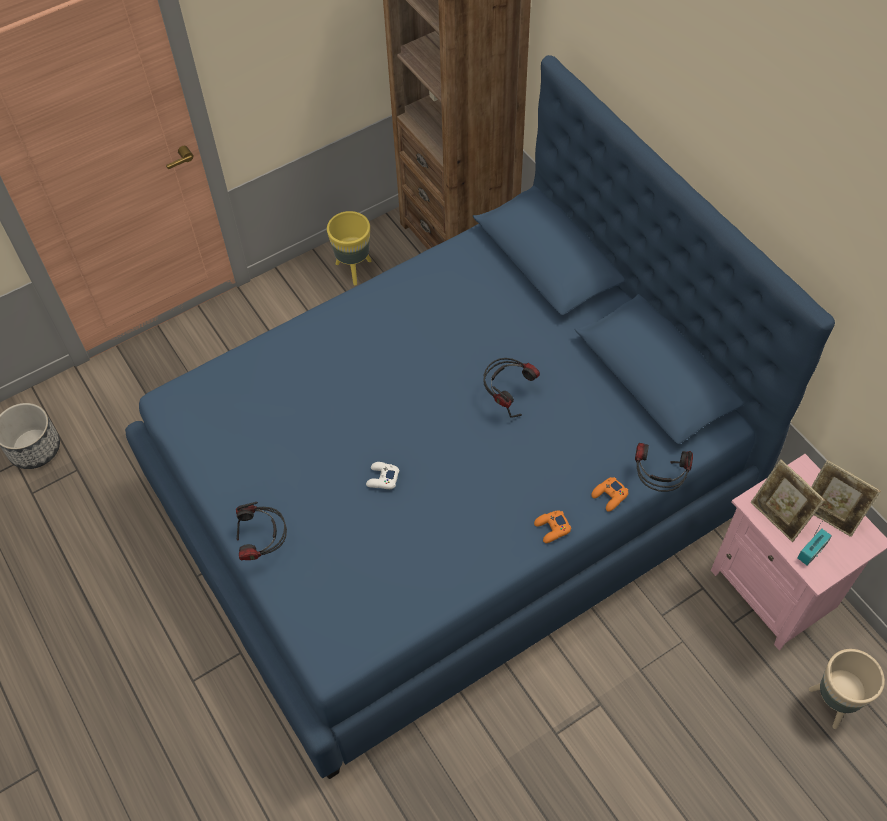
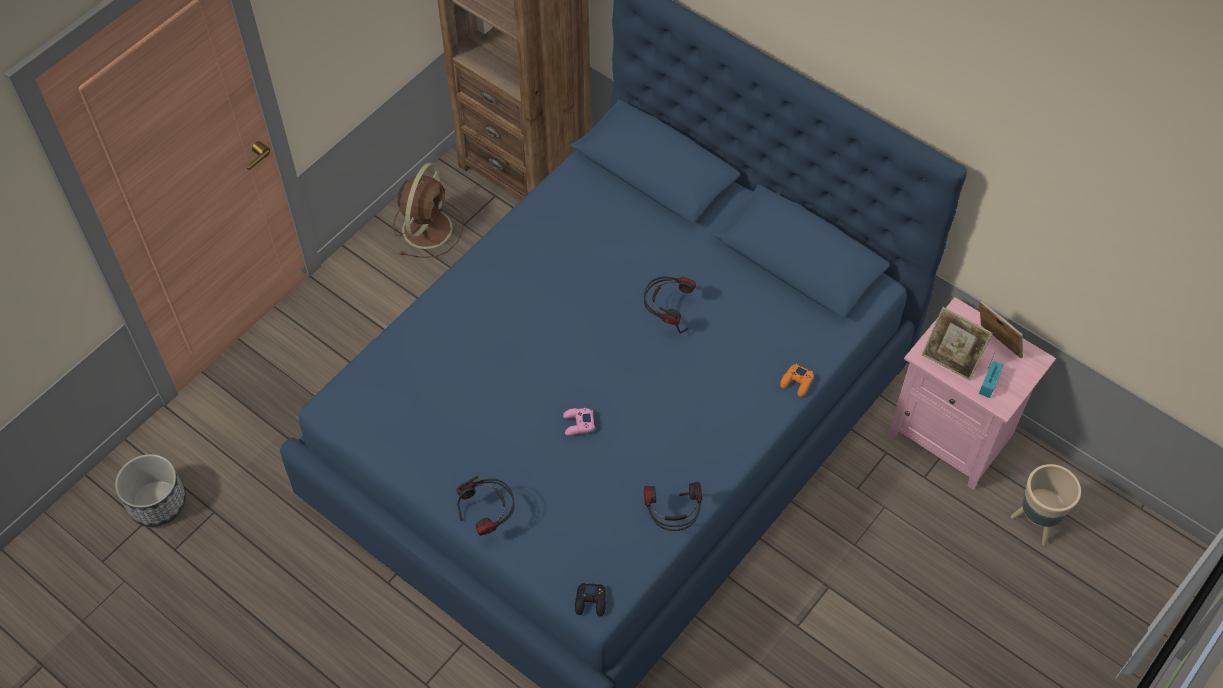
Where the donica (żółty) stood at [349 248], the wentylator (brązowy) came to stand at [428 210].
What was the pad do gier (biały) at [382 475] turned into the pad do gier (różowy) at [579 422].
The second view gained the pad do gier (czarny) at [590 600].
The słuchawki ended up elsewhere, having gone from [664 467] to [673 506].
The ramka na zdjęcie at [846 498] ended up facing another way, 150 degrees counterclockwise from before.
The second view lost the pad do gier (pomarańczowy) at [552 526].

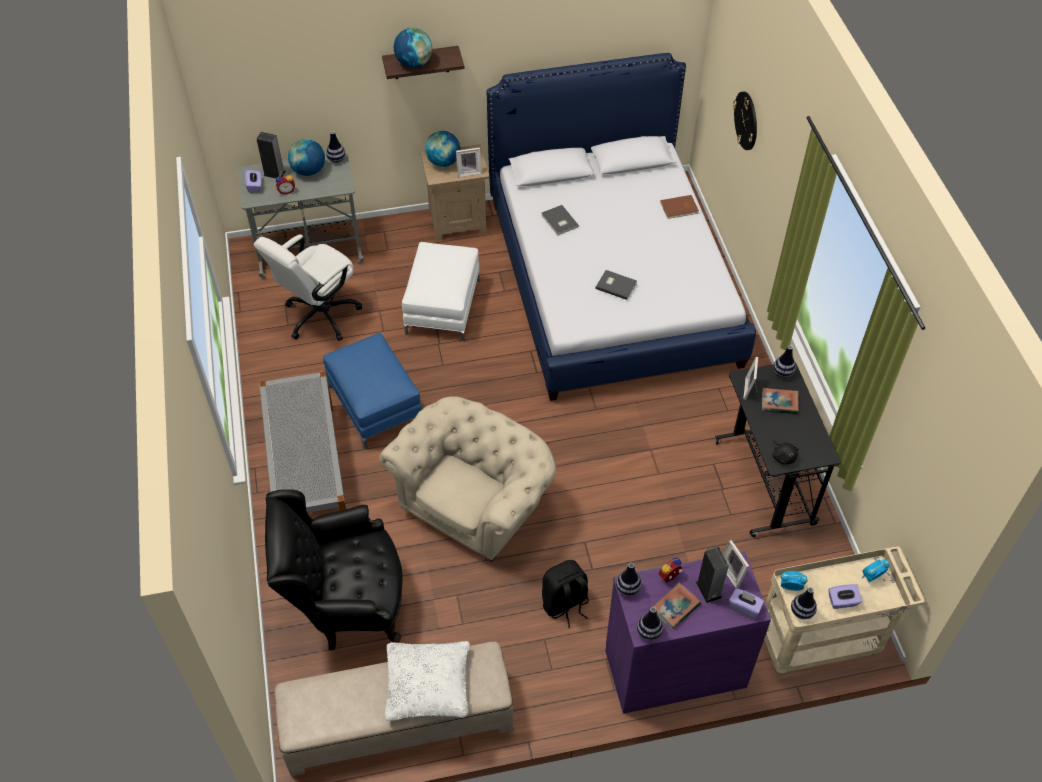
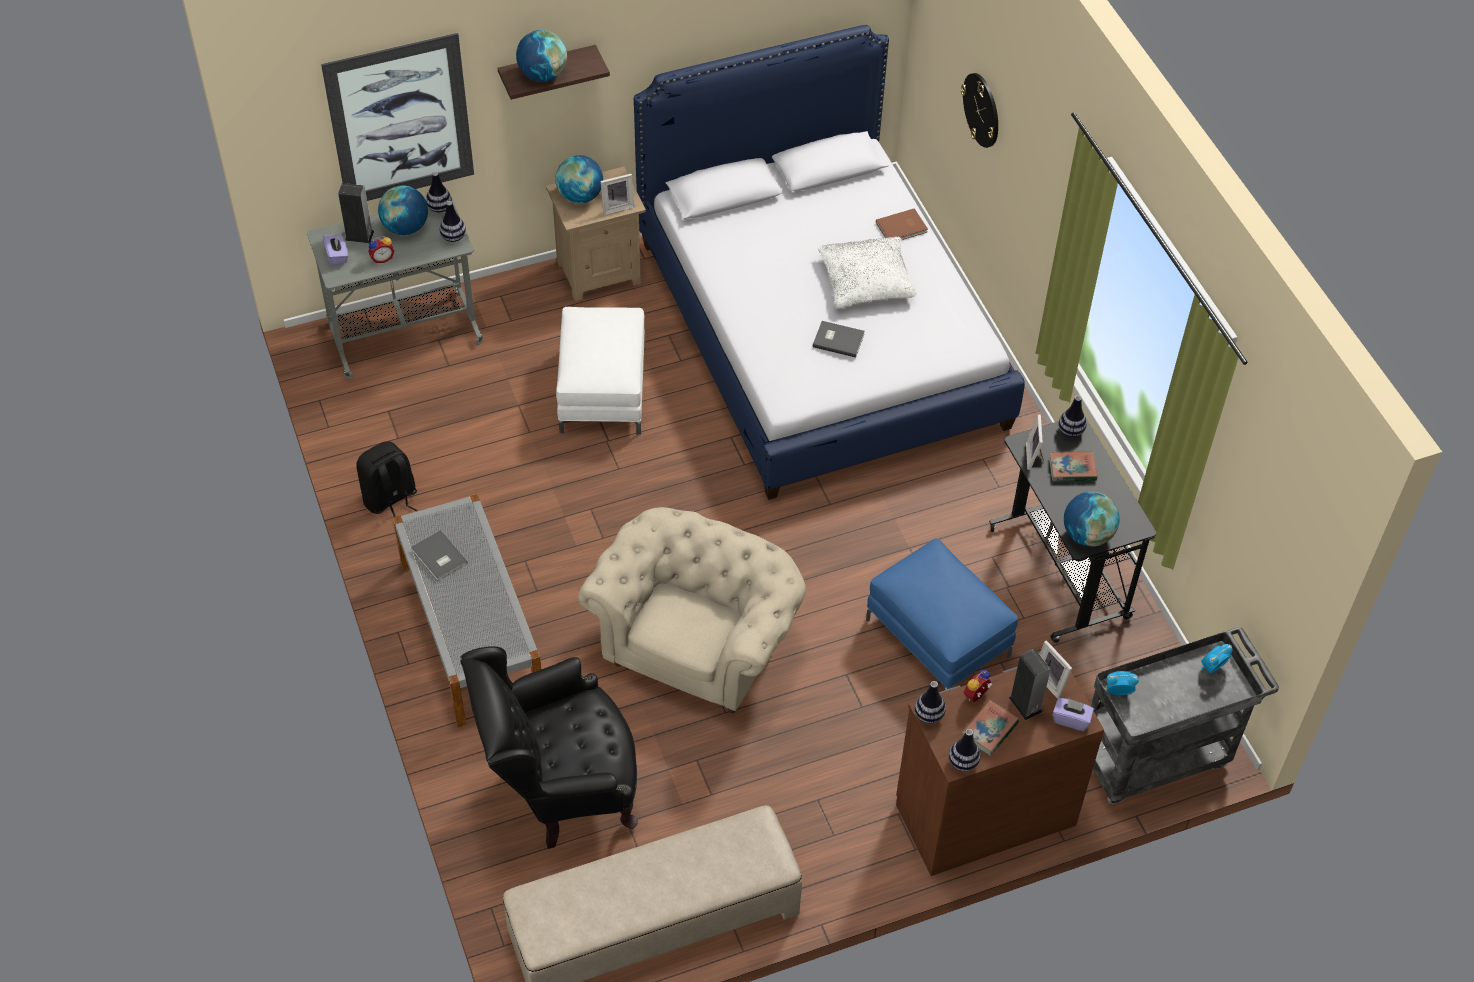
The second view gained the obraz at [397 117].
The plecak (czarny) ended up elsewhere, having gone from [565 594] to [387 479].
The książka (szary) ended up elsewhere, having gone from [560 220] to [439 555].
The wazon ended up elsewhere, having gone from [804 603] to [453 221].
The poduszka (biały) ended up elsewhere, having gone from [427 681] to [867 272].
The pufa (niebieski) ended up elsewhere, having gone from [372 391] to [942 614].
What was the komoda (fioletowy) at [688 633] turned into the komoda (brązowy) at [1000 765].
Where the pluszak (czarny) stood at [785 452], the globus came to stand at [1092 519].
What was the wózek (beżowy) at [844 610] turned into the wózek (czarny) at [1185 715].
The second view lost the krzesło biurowe (biały) at [308 287].
The second view lost the pudełko chusteczek (fioletowy) at [845 596].

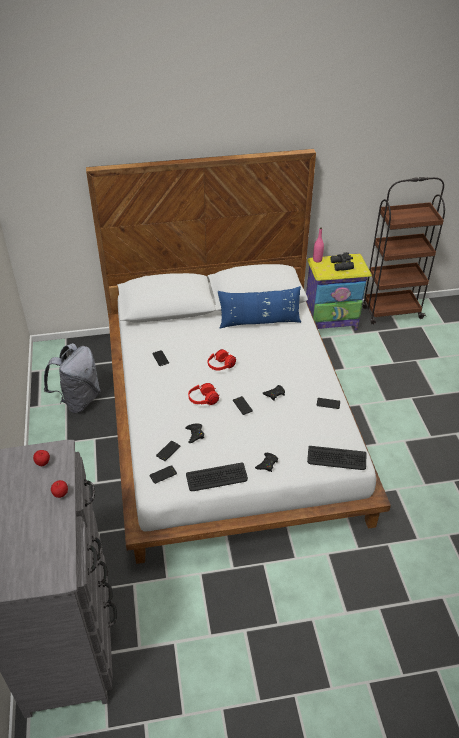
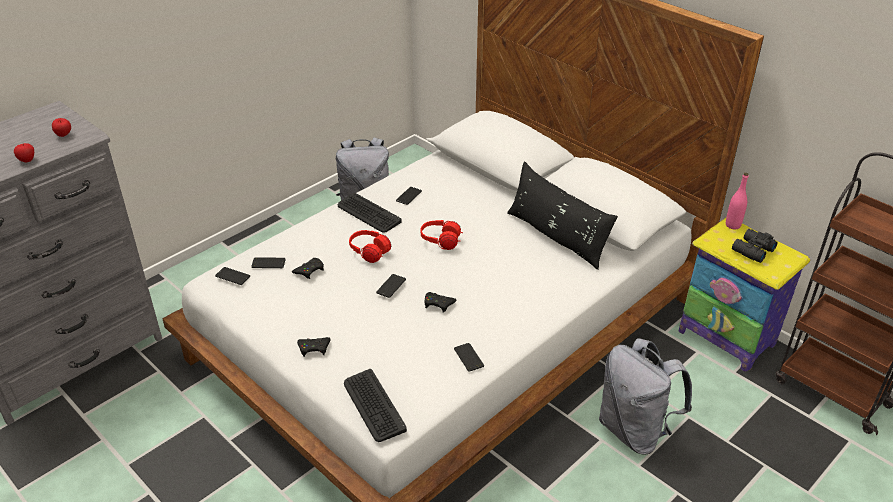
The klawiatura ended up elsewhere, having gone from [217 477] to [370 213].
What was the poduszka (niebieski) at [259 307] turned into the poduszka (czarny) at [562 215].
The second view gained the plecak (szary) at [645 396].

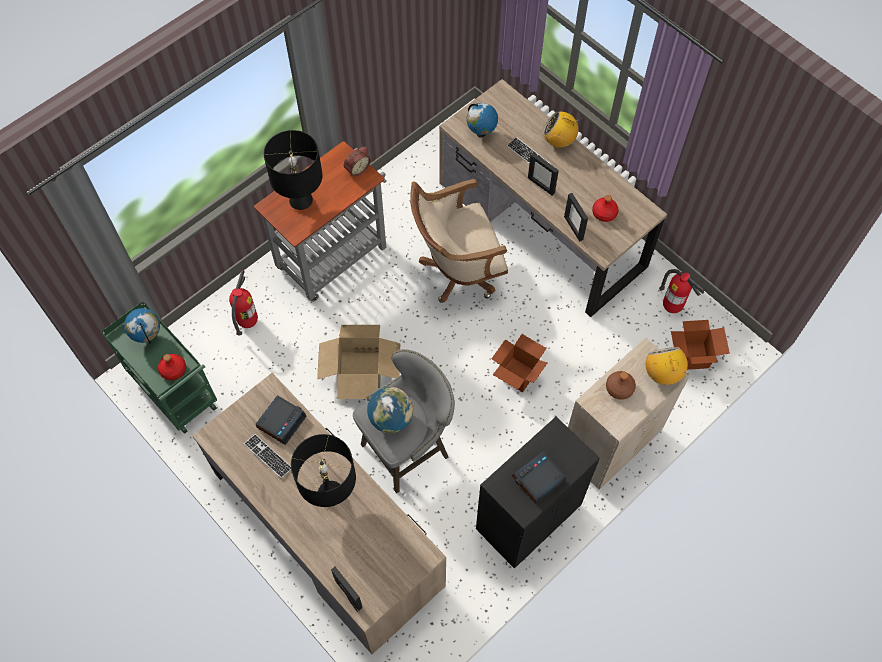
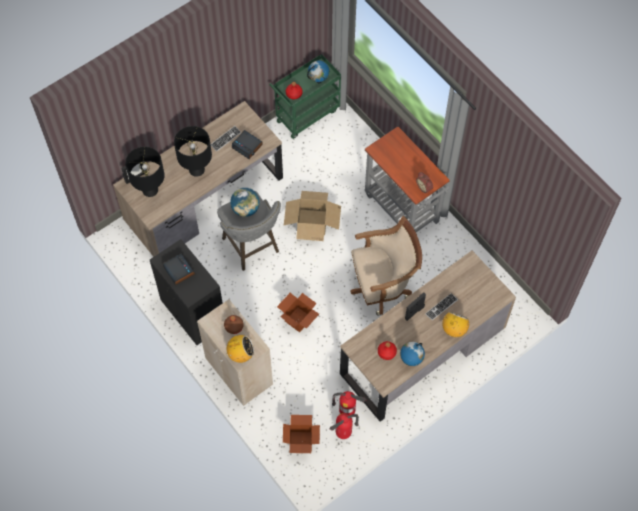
The lampa stołowa (czarny) ended up elsewhere, having gone from [293 170] to [145 172].
The gaśnica ended up elsewhere, having gone from [243 303] to [349 403].
The krzesło biurowe at [459 241] ended up facing another way, 90 degrees clockwise from before.
The globus ended up elsewhere, having gone from [482 120] to [412 354].
The second view lost the ramka na zdjęcie at [576 217].

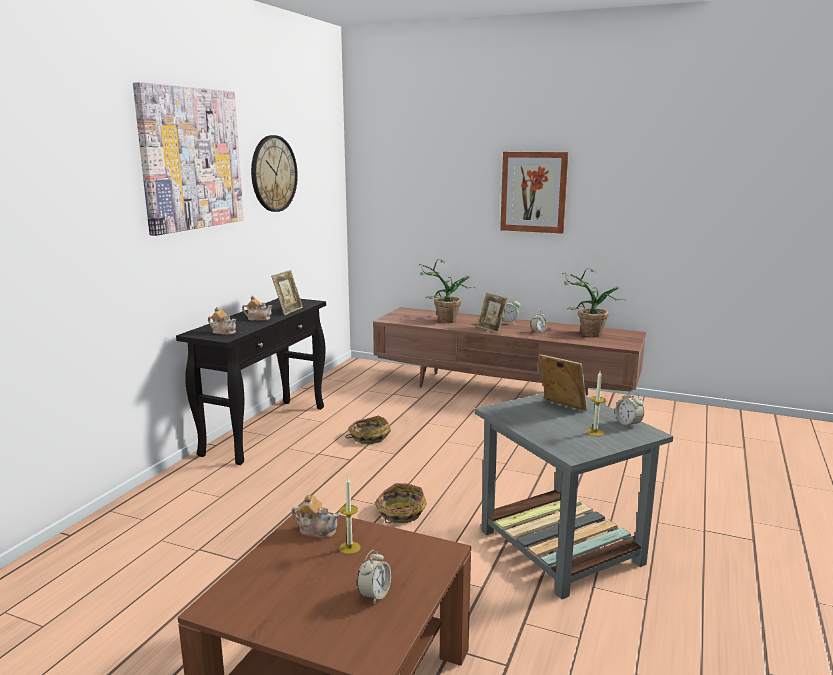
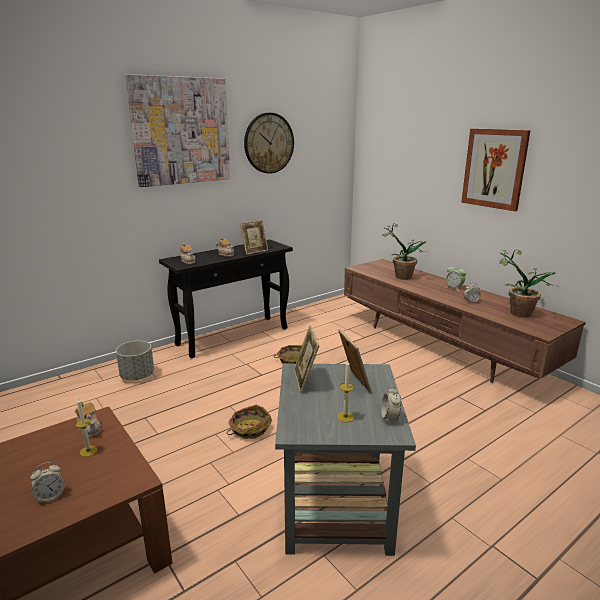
The second view gained the donica (szary) at [135 360].
The ramka na zdjęcie ended up elsewhere, having gone from [492 313] to [306 359].

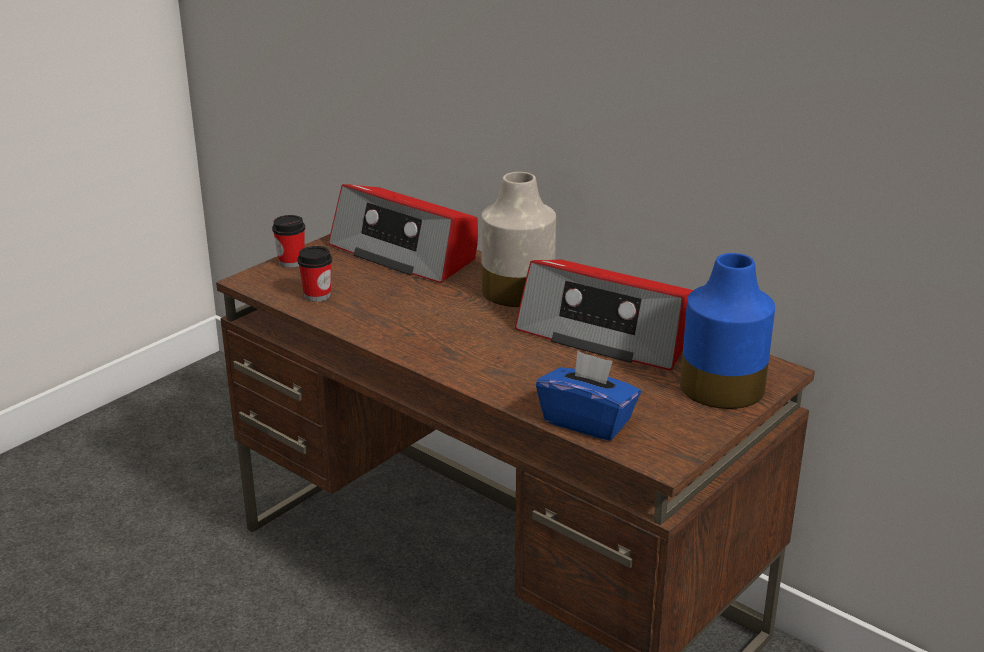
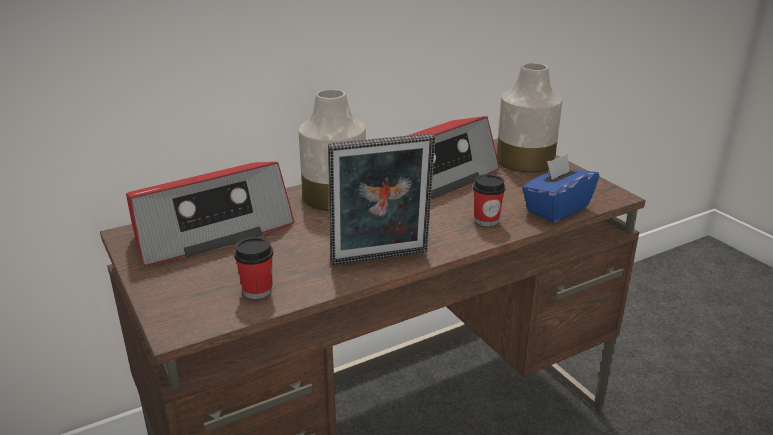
The second view gained the ramka na zdjęcie at [381 199].
The filiżanka ended up elsewhere, having gone from [288 241] to [489 200].
What was the wazon (niebieski) at [727 331] turned into the wazon (beżowy) at [529 118].

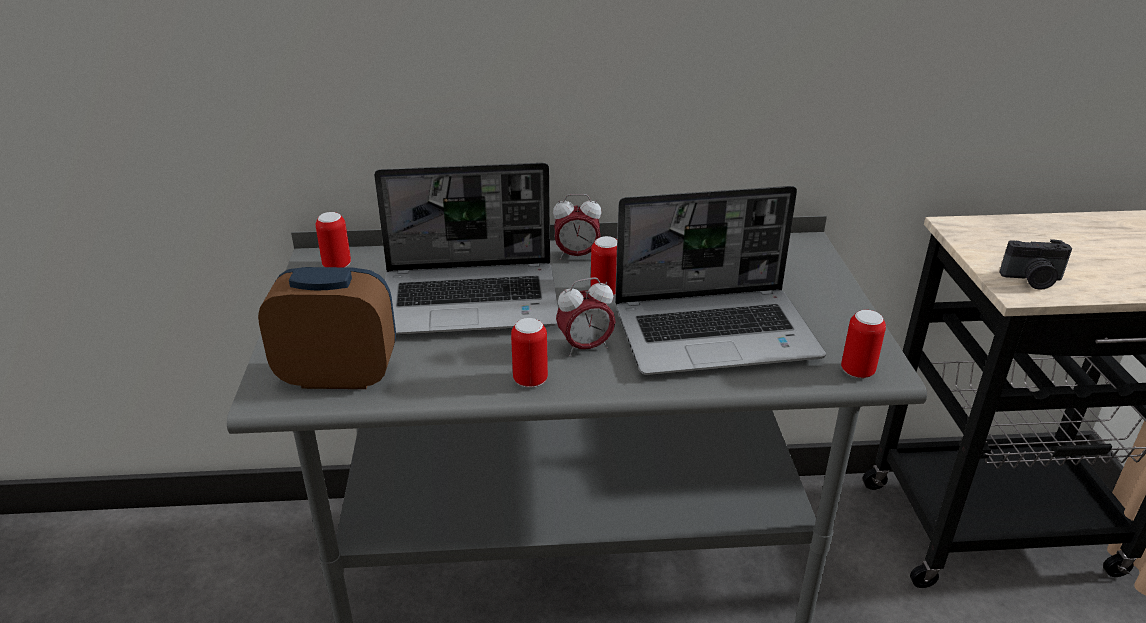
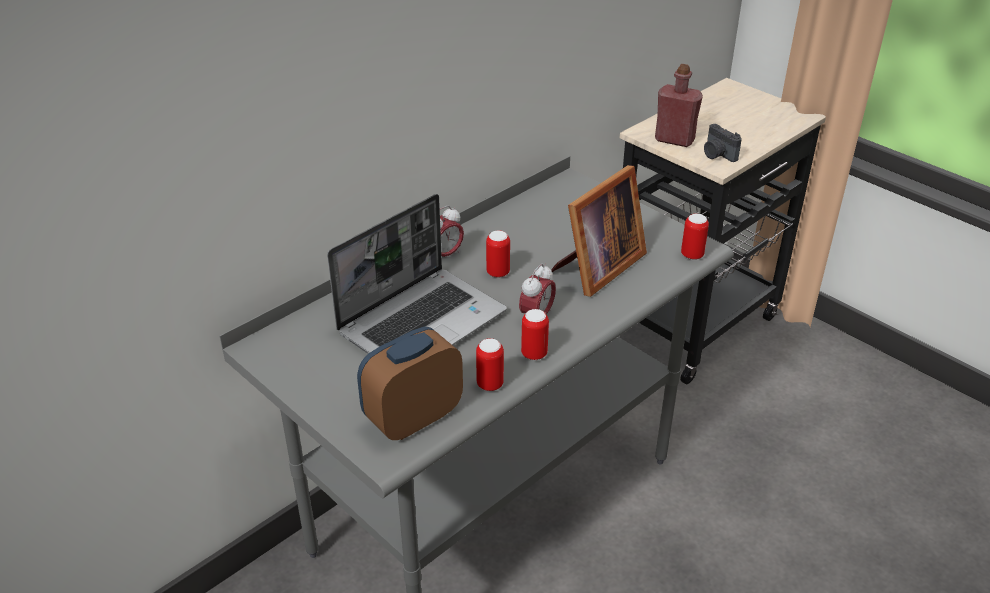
The puszka ended up elsewhere, having gone from [333 239] to [490 364].
Where the laptop stood at [720 280], the ramka na zdjęcie came to stand at [599 231].
The second view gained the butelka (czerwony) at [679 105].
The aparat fotograficzny at [1036 264] ended up facing another way, 90 degrees clockwise from before.

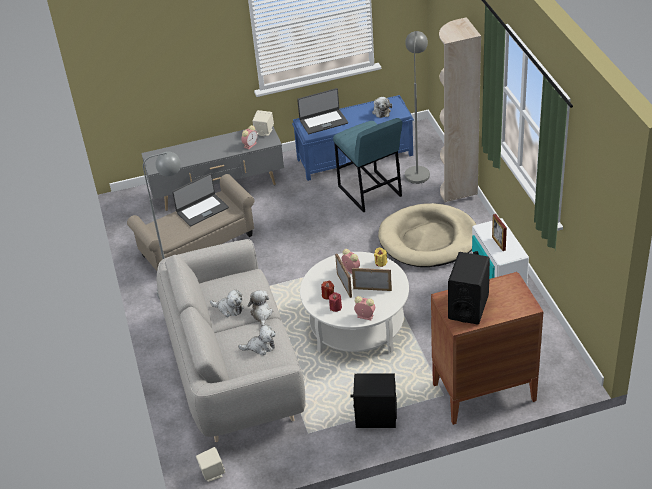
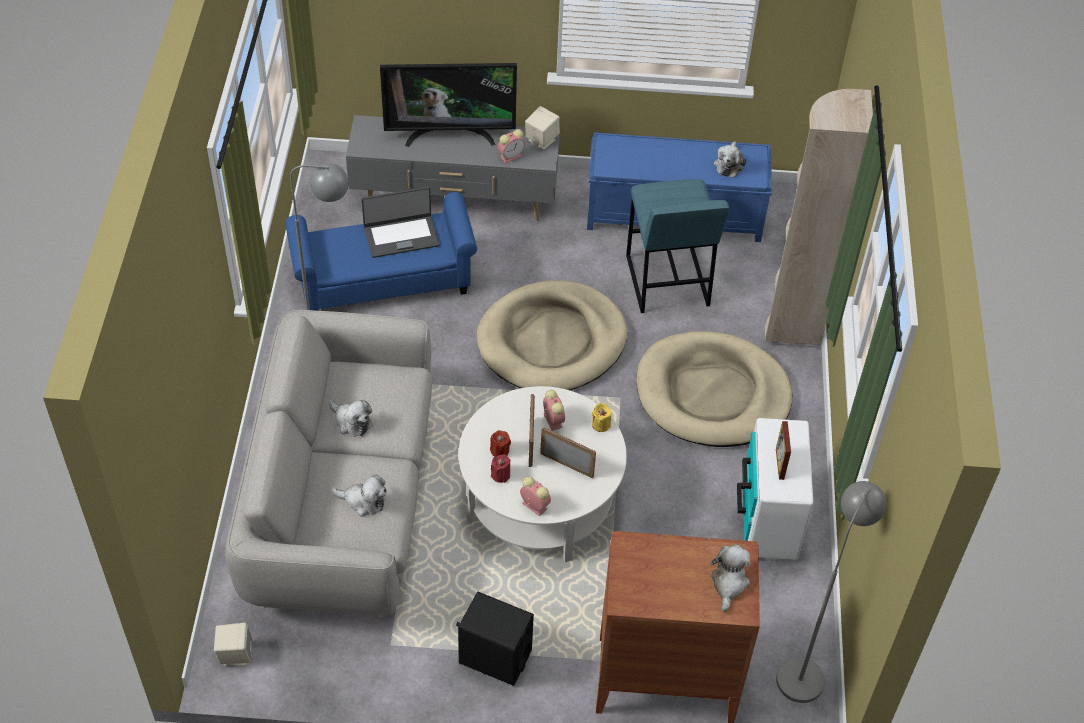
What was the pufa (beżowy) at [190 222] turned into the pufa (niebieski) at [381 251].
The second view gained the telewizor at [448 105].
The second view gained the legowisko (beżowy) at [552 335].
The pluszak ended up elsewhere, having gone from [260 308] to [730 578].
The lampa stojąca (szary) ended up elsewhere, having gone from [417 107] to [831 592].
The second view lost the laptop at [322 111].
The second view lost the głośnik (czarny) at [469 288].

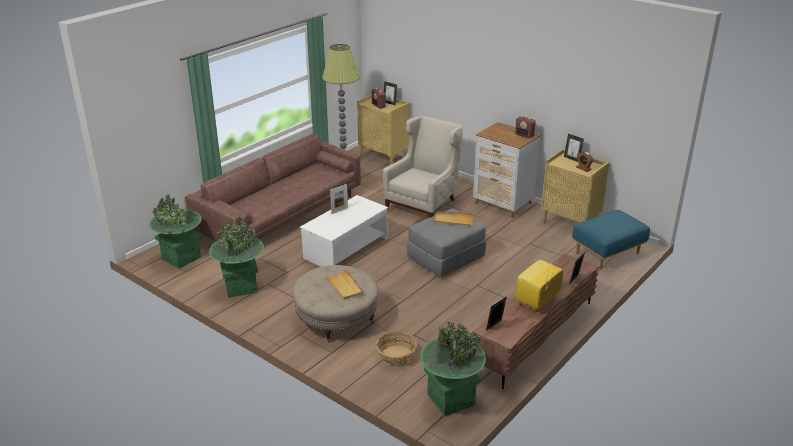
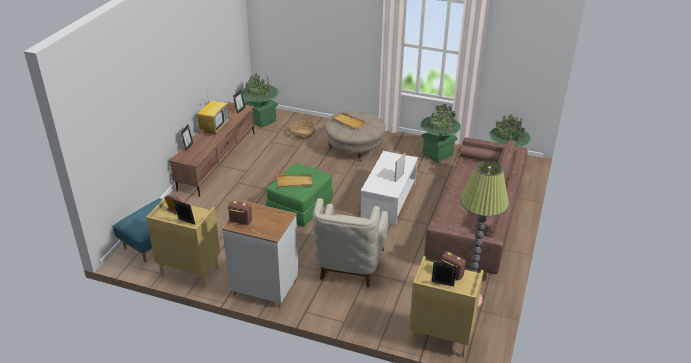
What was the pufa (szary) at [446 243] turned into the pufa (zielony) at [299 195].

